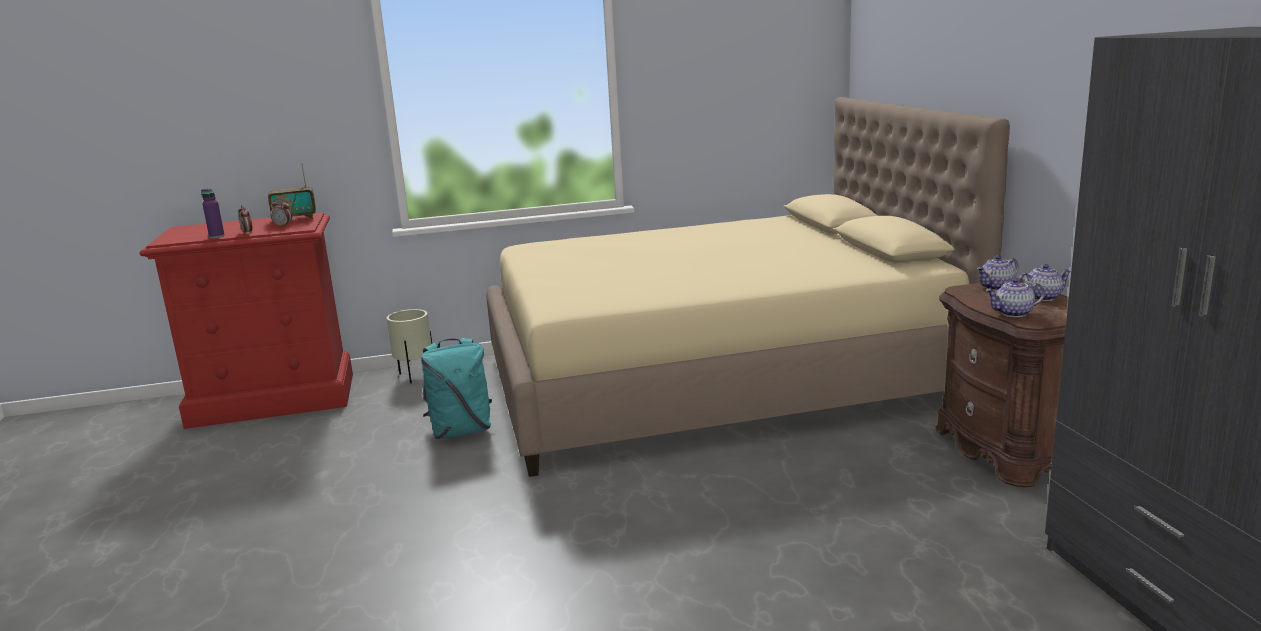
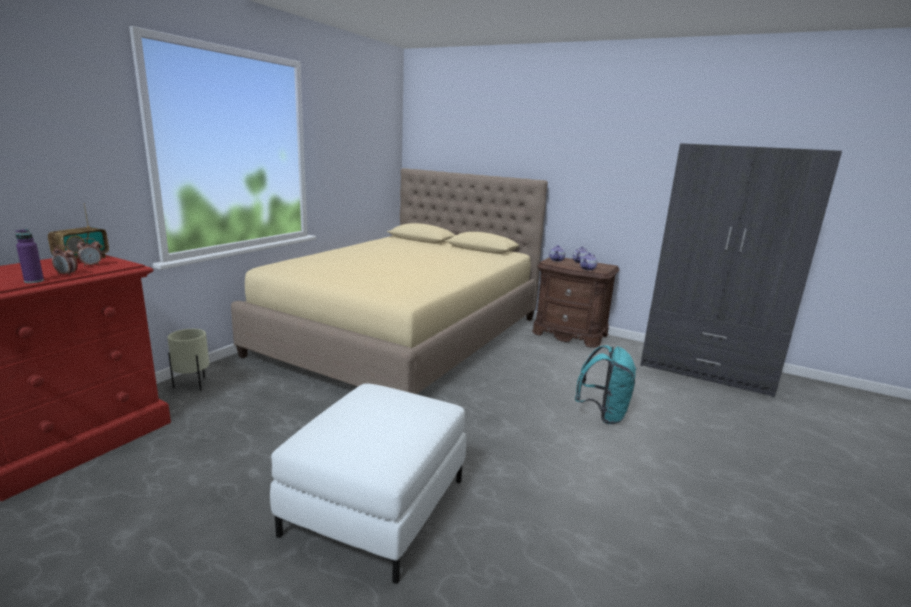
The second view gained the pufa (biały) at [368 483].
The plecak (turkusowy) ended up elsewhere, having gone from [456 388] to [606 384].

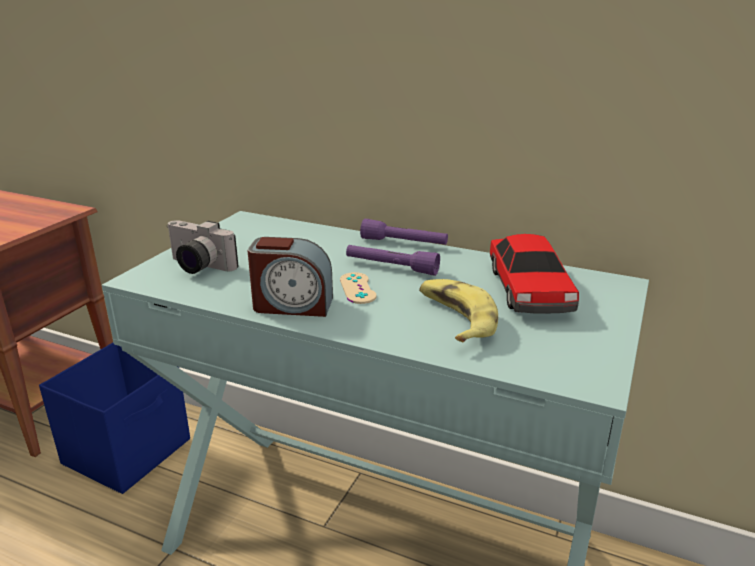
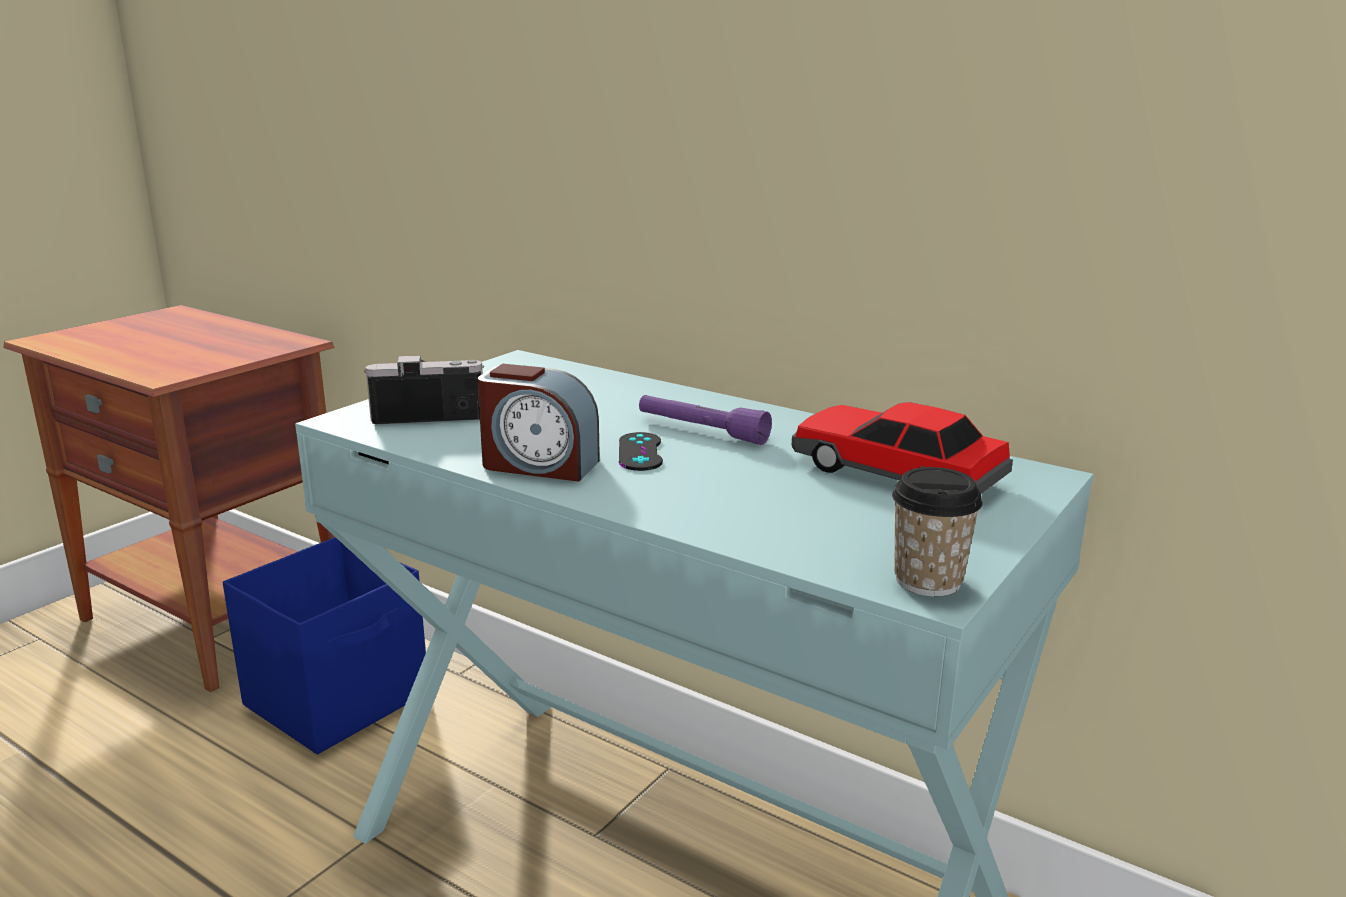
The aparat fotograficzny at [203 247] ended up facing another way, 135 degrees clockwise from before.
What was the pad do gier (beżowy) at [358 288] turned into the pad do gier (czarny) at [641 451].
The samochodzik at [534 273] ended up facing another way, 120 degrees clockwise from before.
The second view gained the filiżanka at [937 531].
The second view lost the latarka (fioletowy) at [404 232].
The second view lost the banan at [458 311].

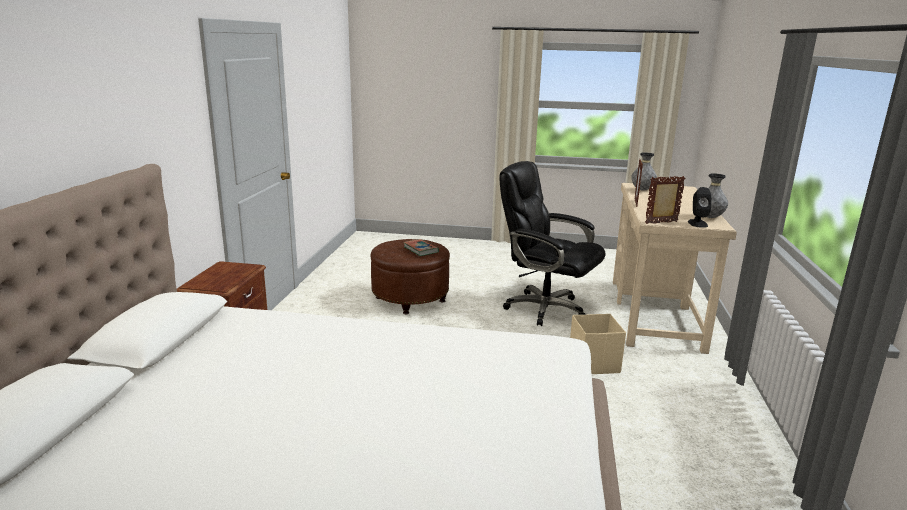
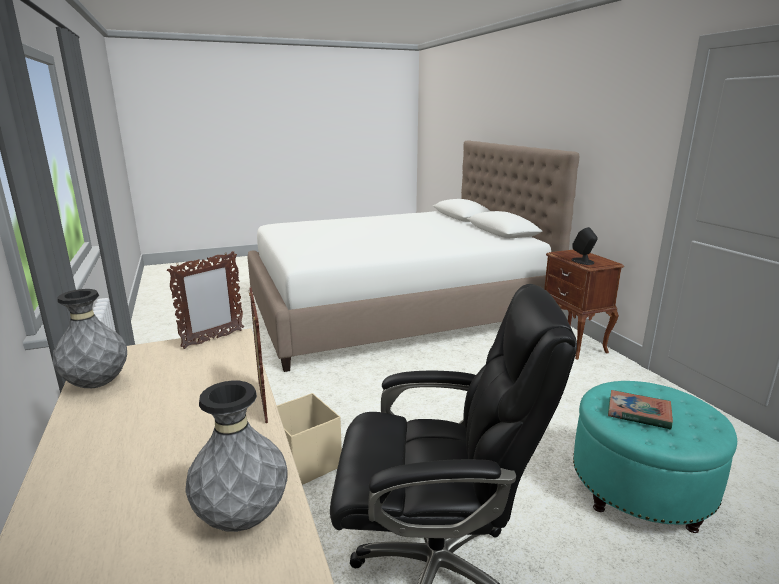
The głośnik (czarny) ended up elsewhere, having gone from [700 207] to [585 246].
What was the pufa (brązowy) at [410 276] turned into the pufa (turkusowy) at [655 457].

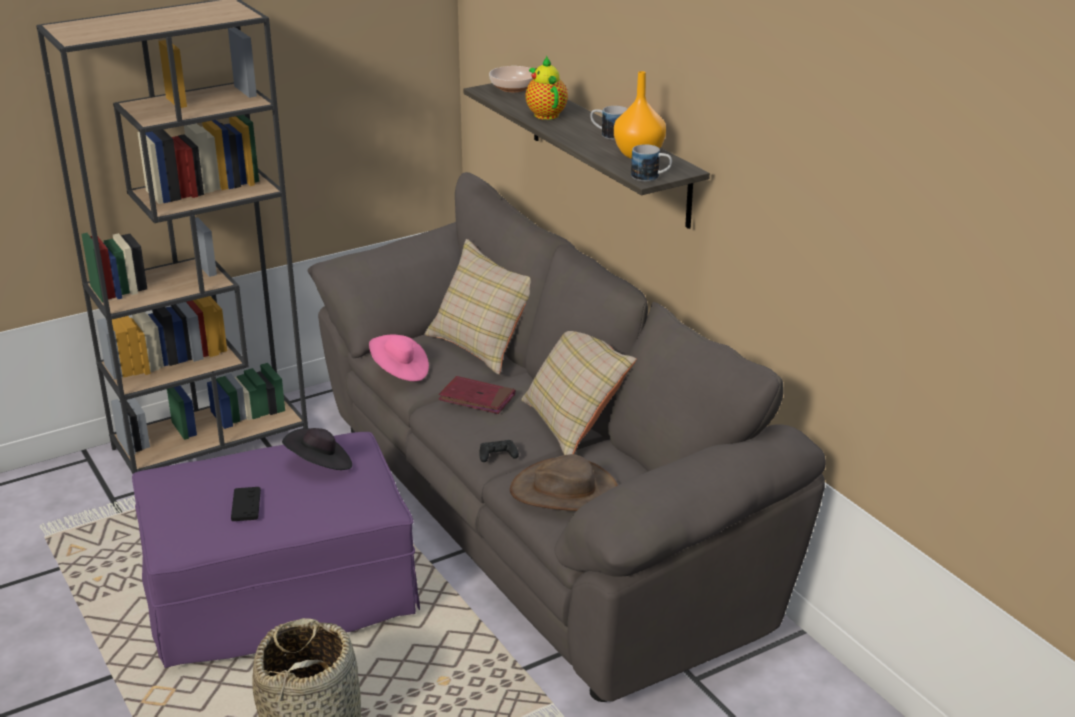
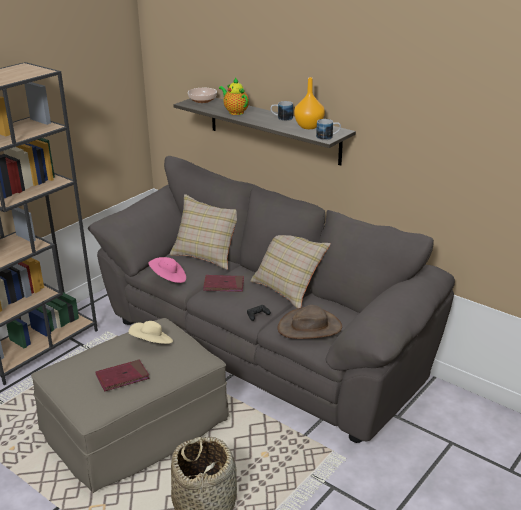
What was the pufa (fioletowy) at [276 550] turned into the pufa (beżowy) at [130 405].
Where the pad do gier (czarny) stood at [246 504], the książka (czerwony) came to stand at [123 375].
What was the kapelusz (czarny) at [317 449] turned into the kapelusz (beżowy) at [150 332].

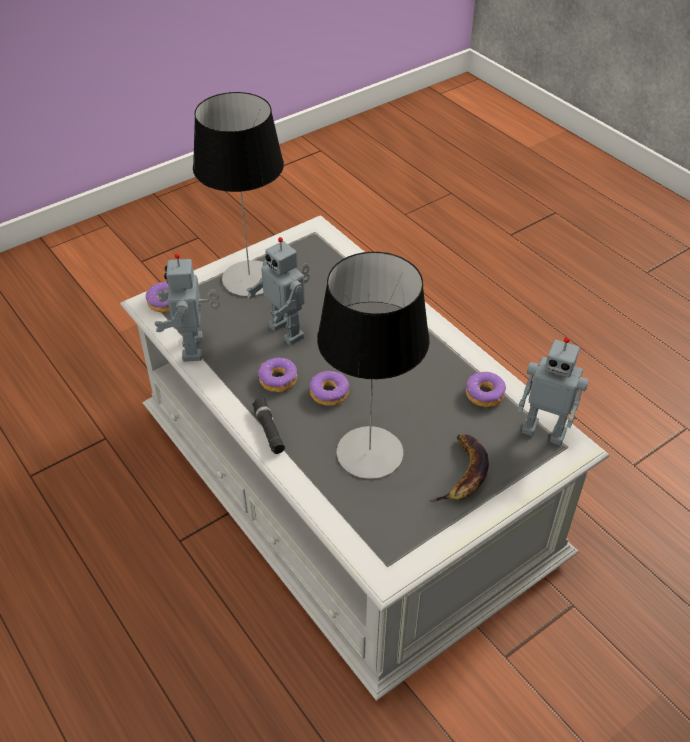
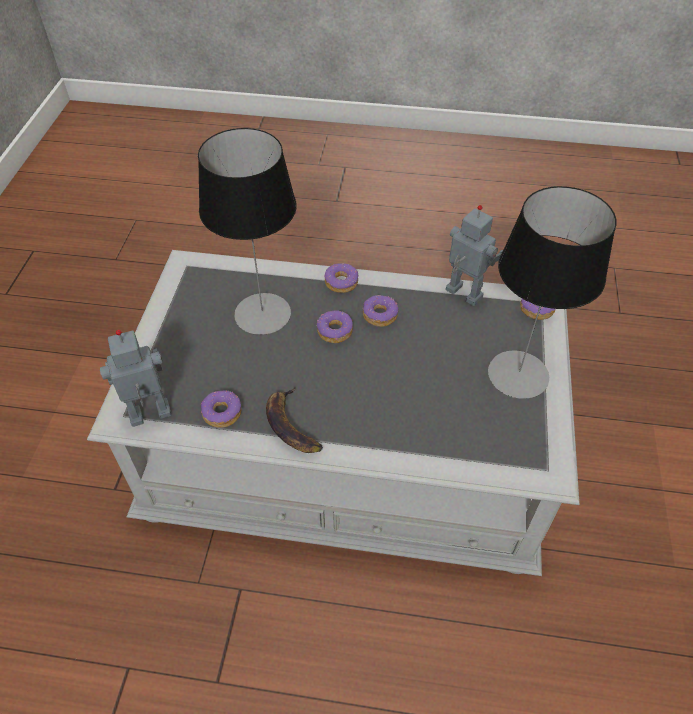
The banan ended up elsewhere, having gone from [459 468] to [294 420].
Where the latarka (czarny) stood at [268 426], the donut came to stand at [341 278].
The second view lost the robot zabawkowy at [278 291].

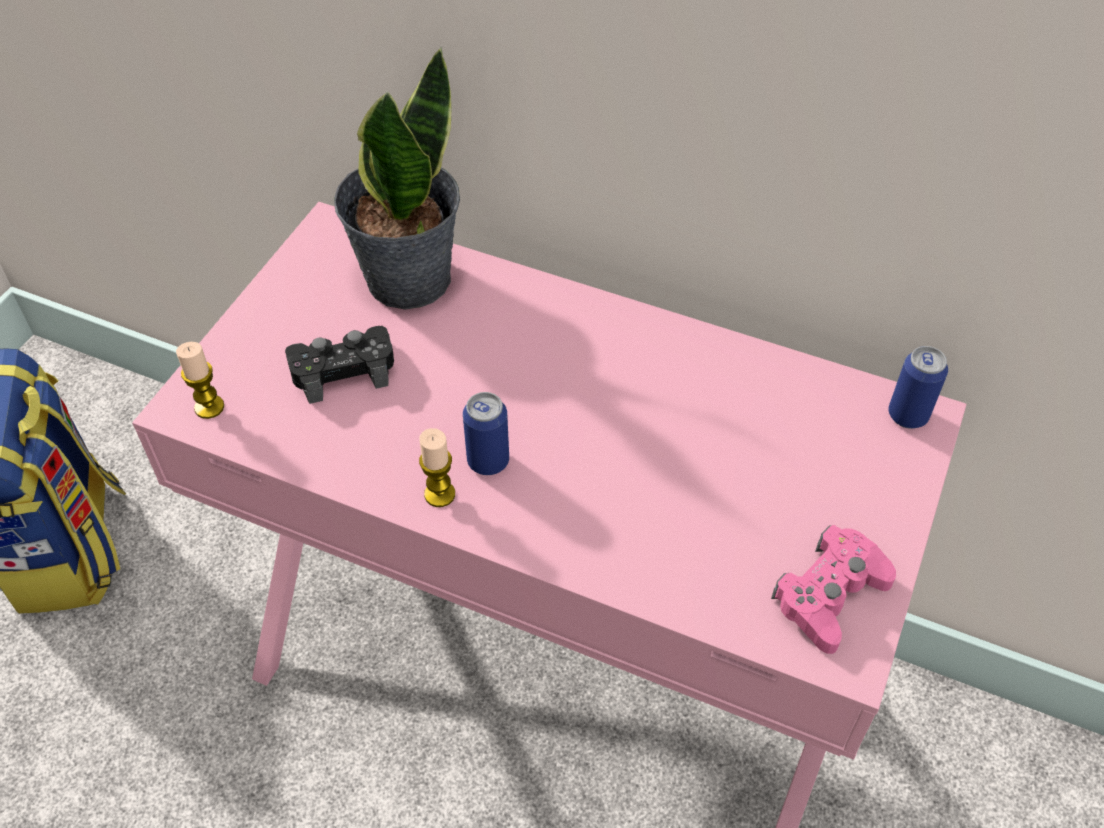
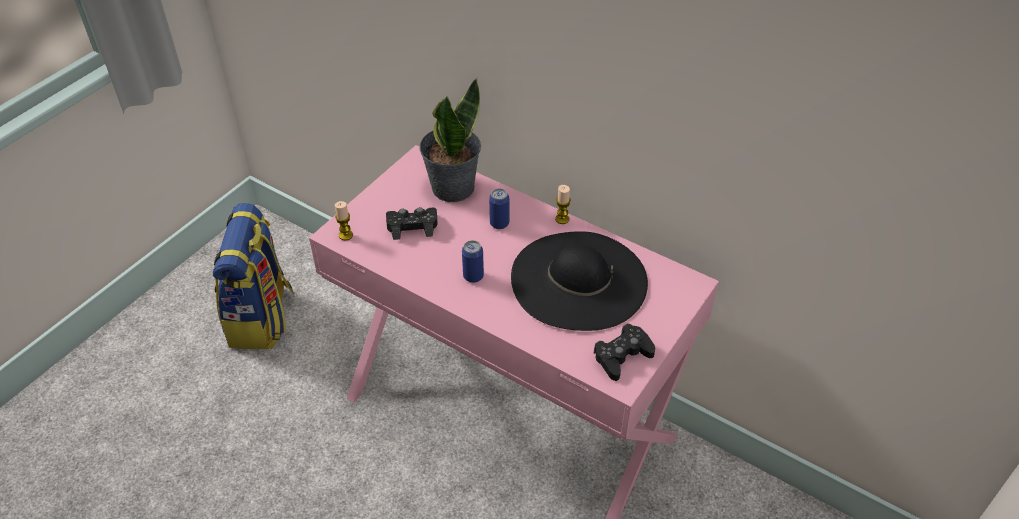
The puszka ended up elsewhere, having gone from [918 387] to [499 208].
The second view gained the kapelusz (czarny) at [579 281].
The świeca ended up elsewhere, having gone from [437 467] to [563 204].
What was the pad do gier (różowy) at [833 589] turned into the pad do gier (czarny) at [624 352].

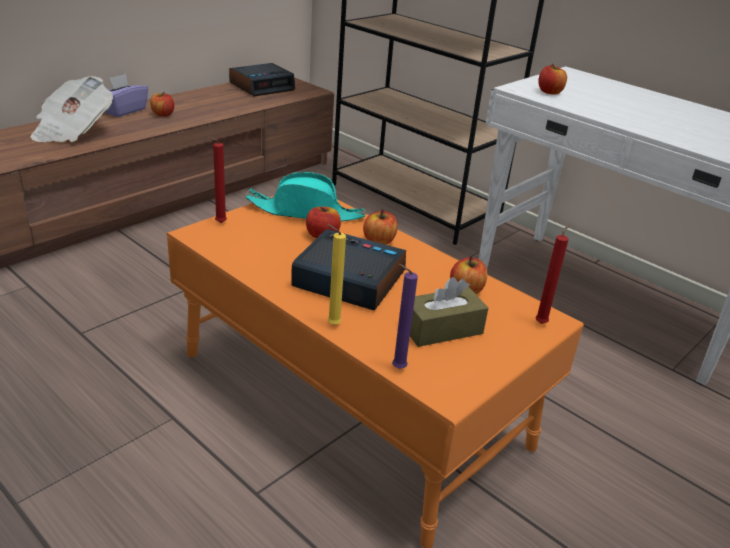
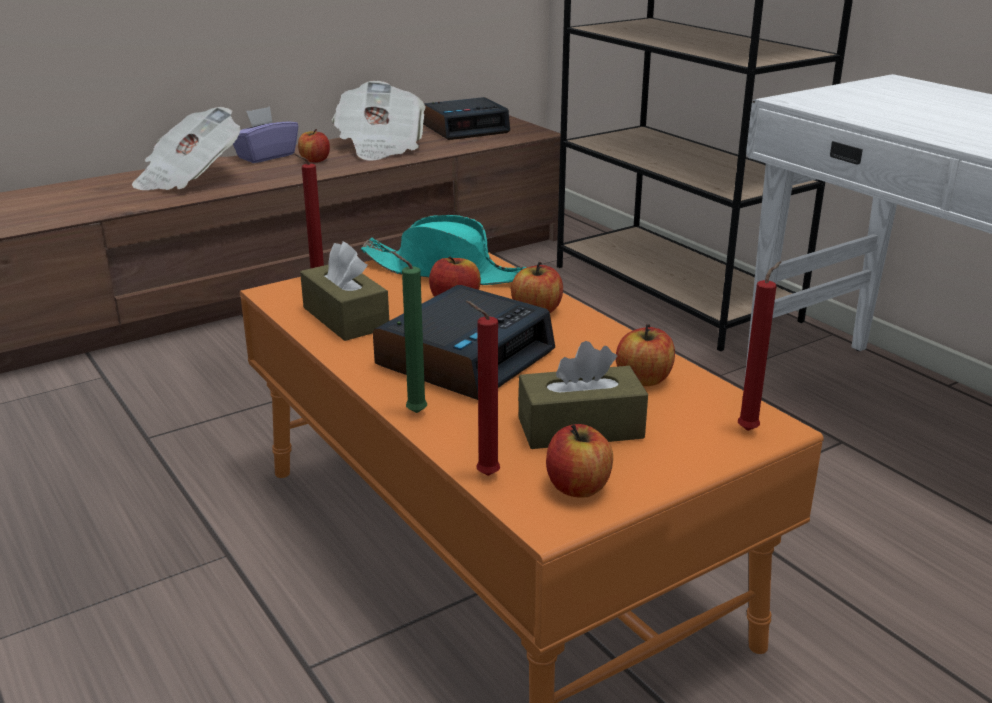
The second view gained the pudełko chusteczek (brązowy) at [344 291].
The second view gained the gazeta at [379 121].
The budzik at [348 269] ended up facing another way, 90 degrees clockwise from before.
What was the świeca (żółty) at [336 274] turned into the świeca (zielony) at [409 332].
What was the świeca (fioletowy) at [405 316] turned into the świeca (czerwony) at [483 388].
The jabłko ended up elsewhere, having gone from [552 79] to [579 461].

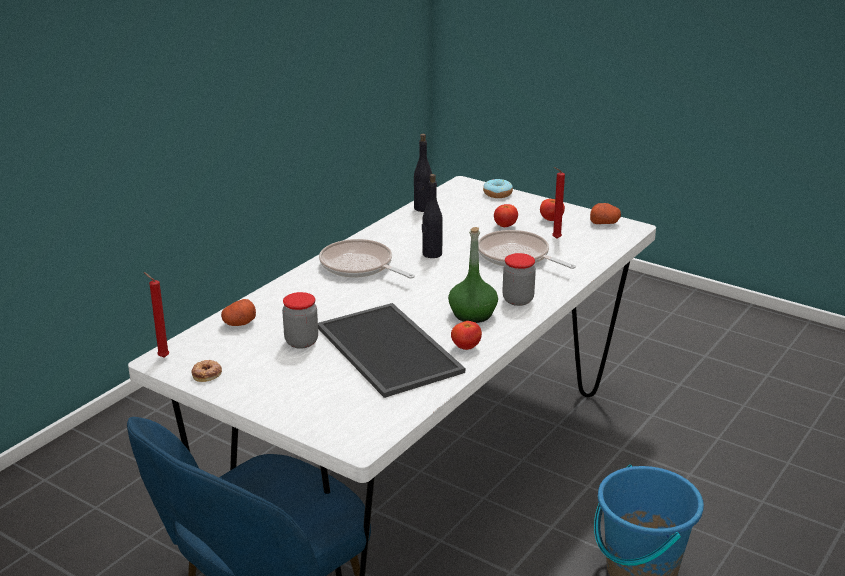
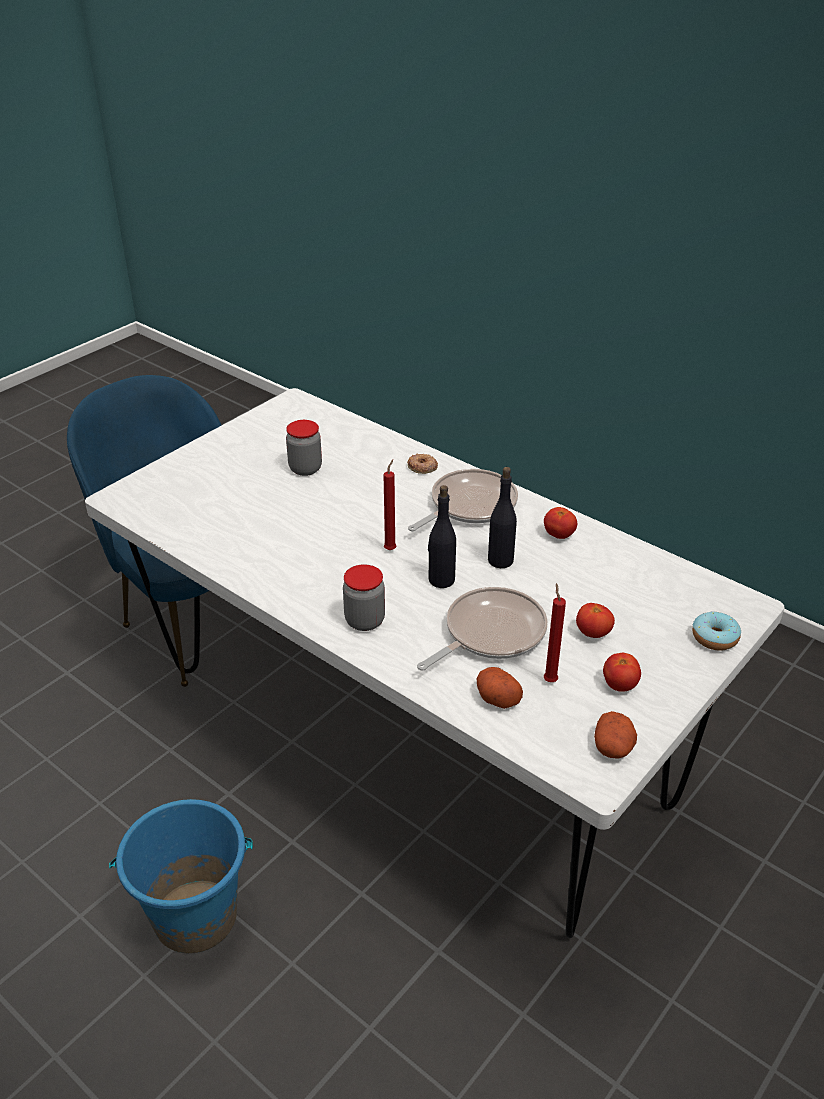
The świeca (czerwony) ended up elsewhere, having gone from [156 315] to [390 504].
The donut ended up elsewhere, having gone from [206 371] to [422 464].
The butelka (czarny) ended up elsewhere, having gone from [423 173] to [442 536].
The ziemniak ended up elsewhere, having gone from [238 312] to [500 688].
The pomidor ended up elsewhere, having gone from [466 335] to [560 523].
The second view lost the taca at [391 350].
The second view lost the butelka (zielony) at [473 275].

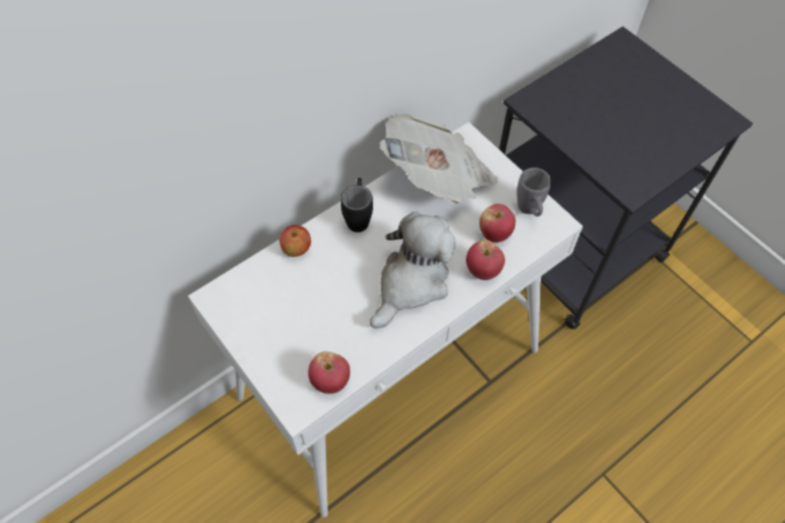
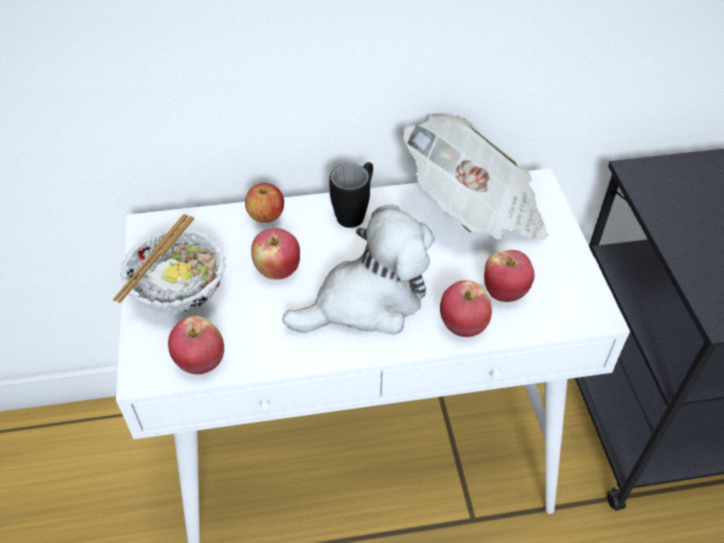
The second view gained the miska at [169 264].
The second view gained the jabłko at [275 253].
The second view lost the kubek (szary) at [534 192].

